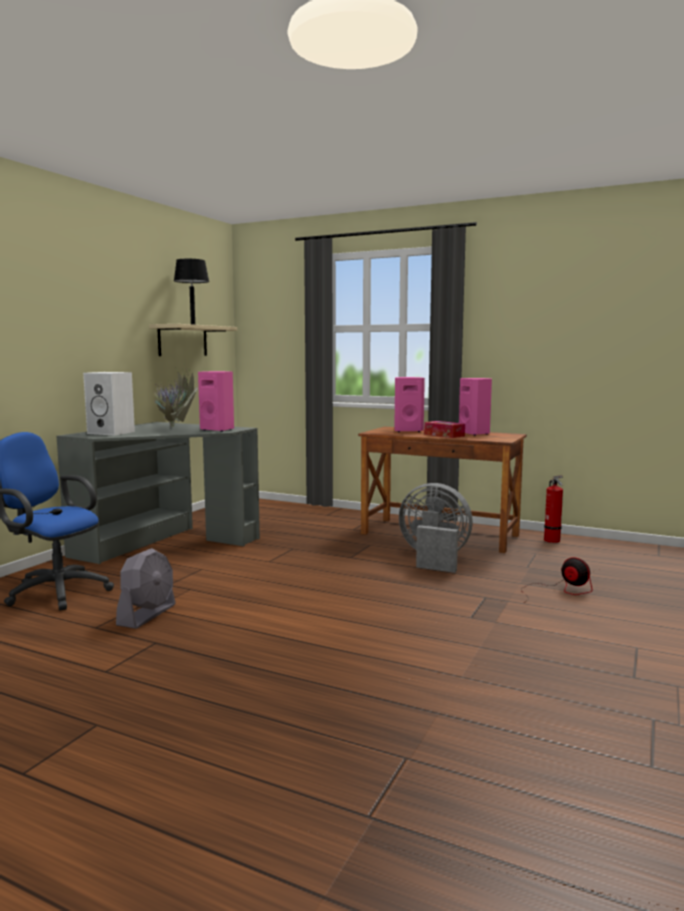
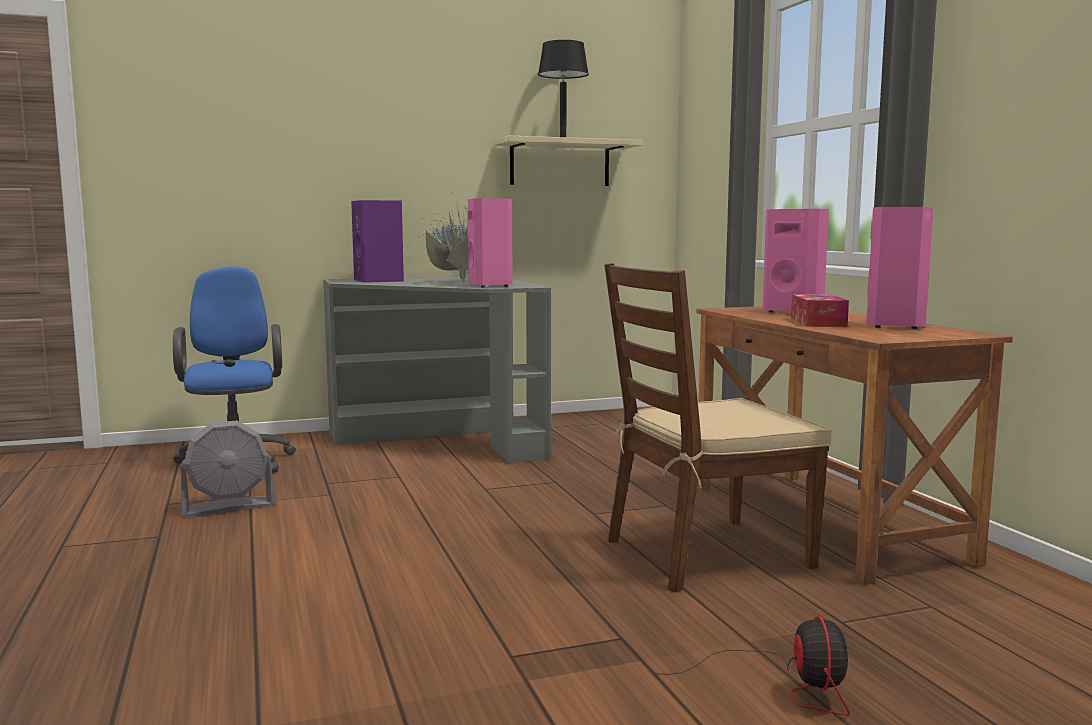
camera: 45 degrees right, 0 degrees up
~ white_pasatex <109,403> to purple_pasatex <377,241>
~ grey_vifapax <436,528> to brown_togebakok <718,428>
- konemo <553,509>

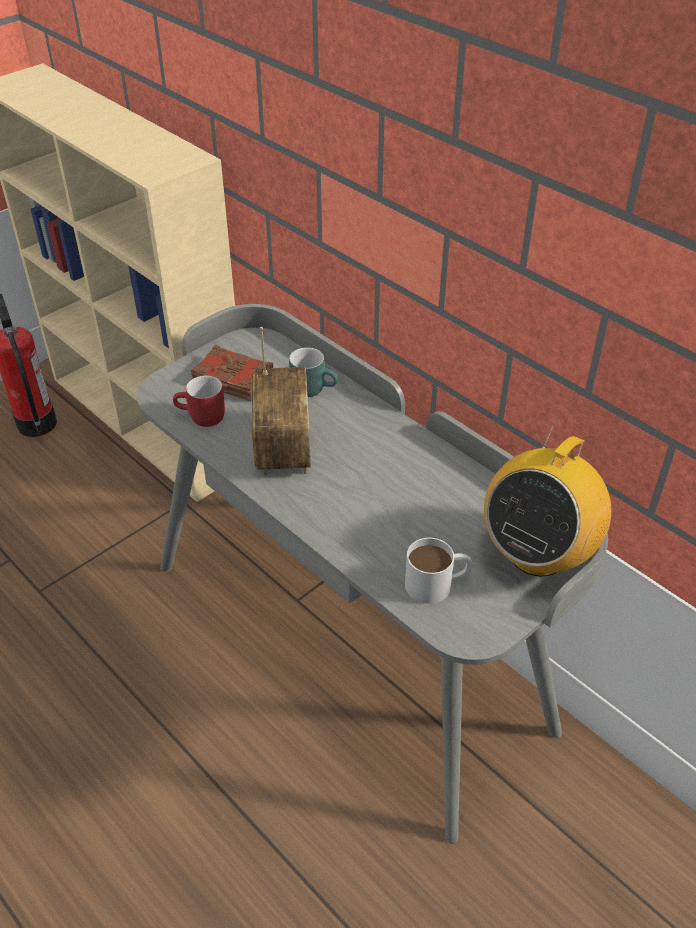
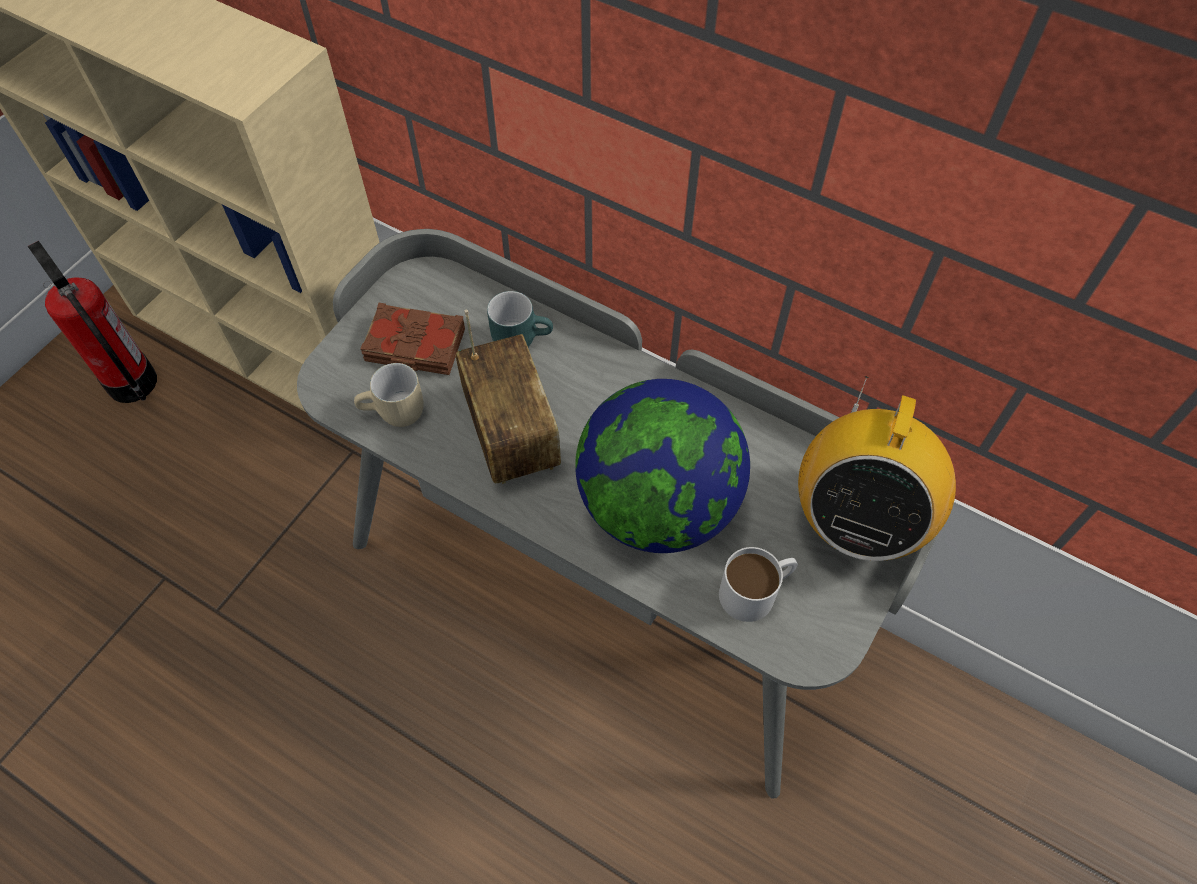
camera: 15 degrees left, 15 degrees up
~ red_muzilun <199,401> to beige_muzilun <388,395>
+ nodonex <662,466>

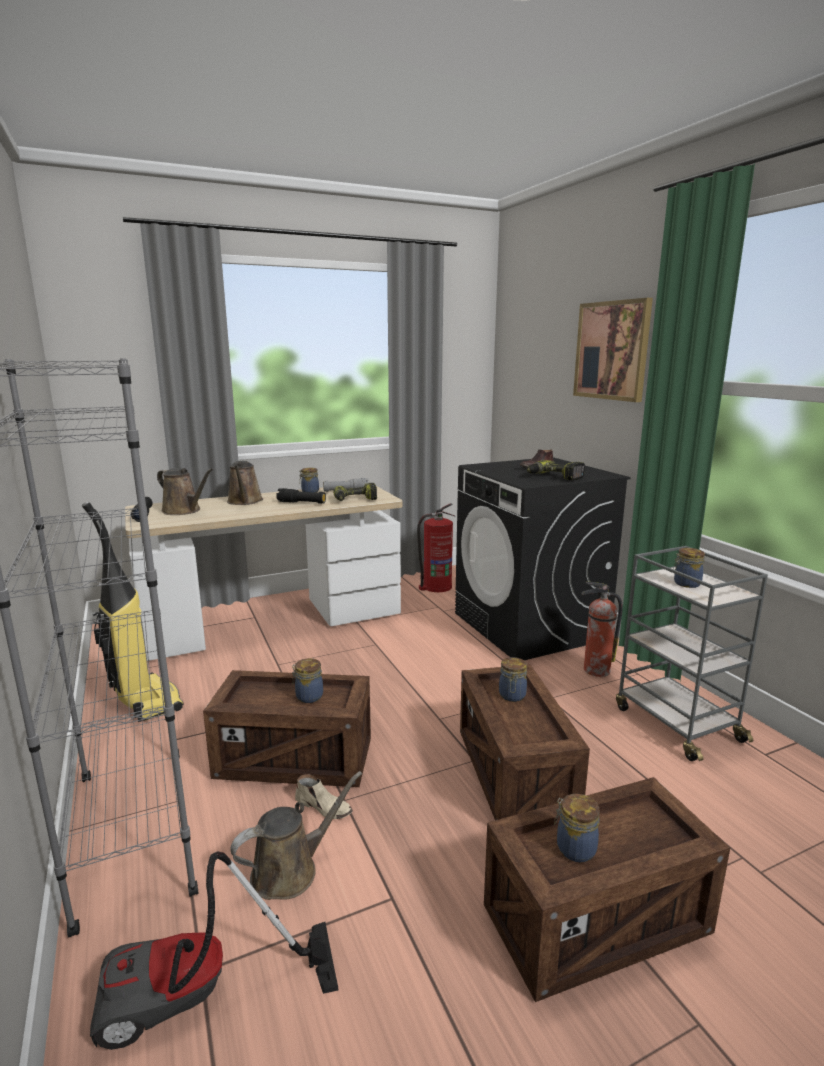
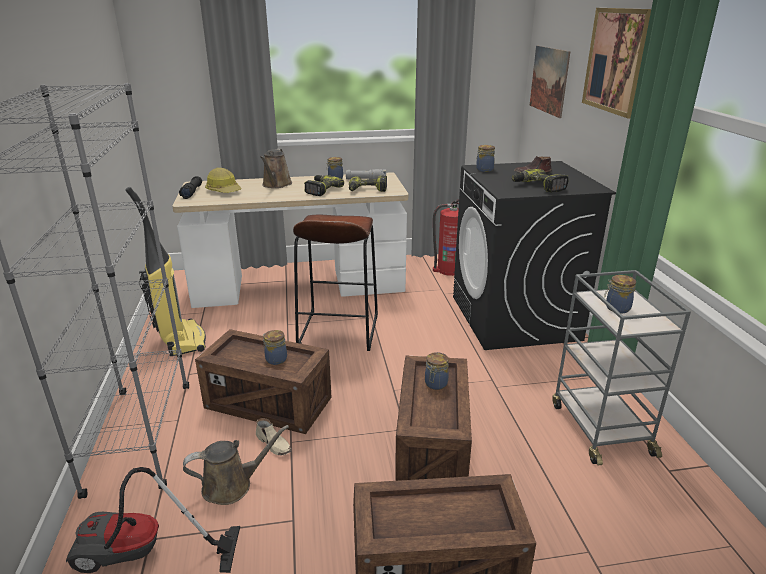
camera: 15 degrees right, 10 degrees up
~ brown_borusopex <185,491> to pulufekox <223,180>
+ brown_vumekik <335,282>
~ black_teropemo <301,496> to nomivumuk <324,185>
~ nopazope <577,828> to <485,158>
+ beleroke <550,82>
- konemo <602,629>

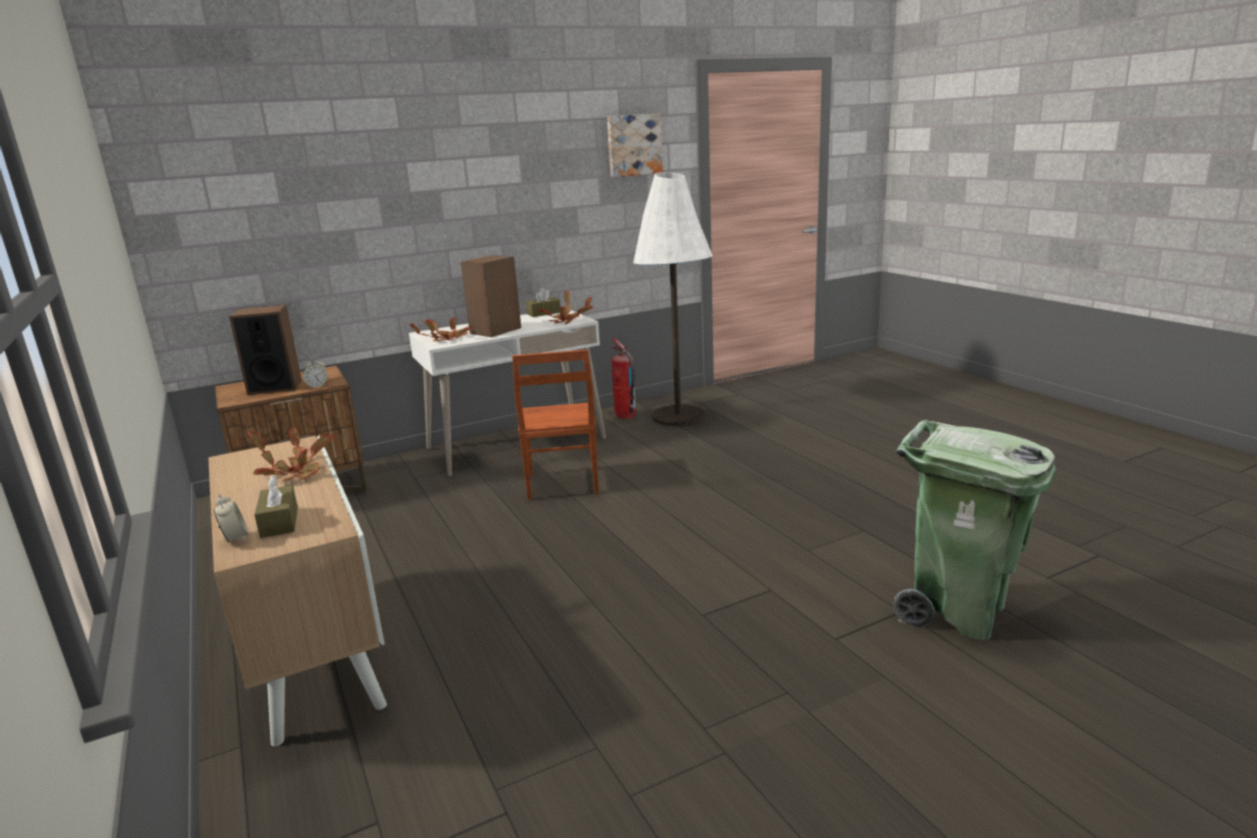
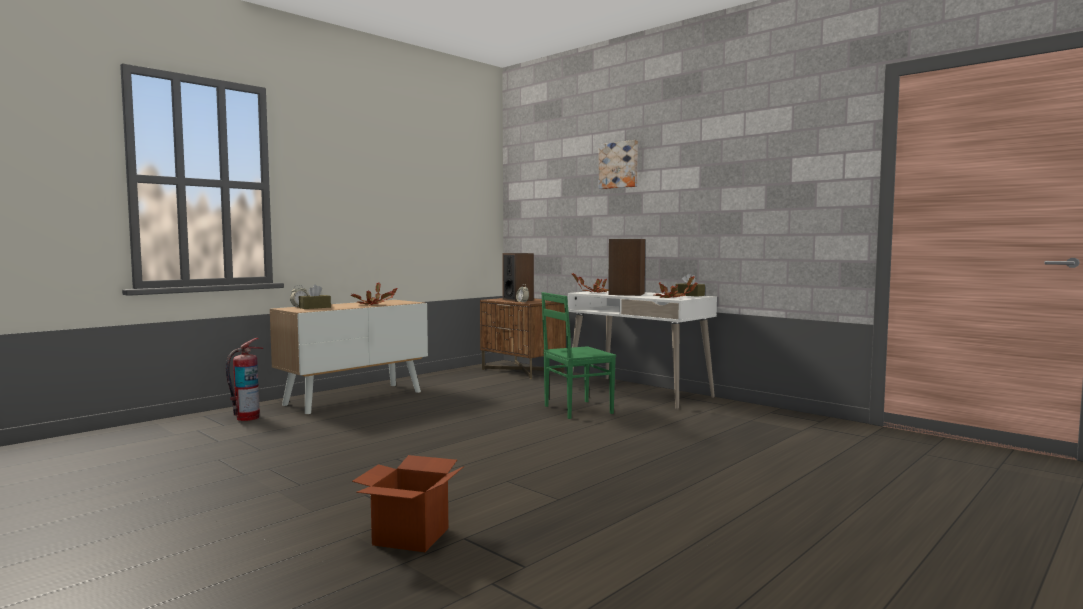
camera: 70 degrees right, 15 degrees down
~ konemo <623,378> to <244,379>
~ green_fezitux <974,530> to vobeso <408,503>
~ brown_togebakok <555,424> to green_togebakok <579,355>
~ beleroke <635,145> to <618,164>
- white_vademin <673,299>

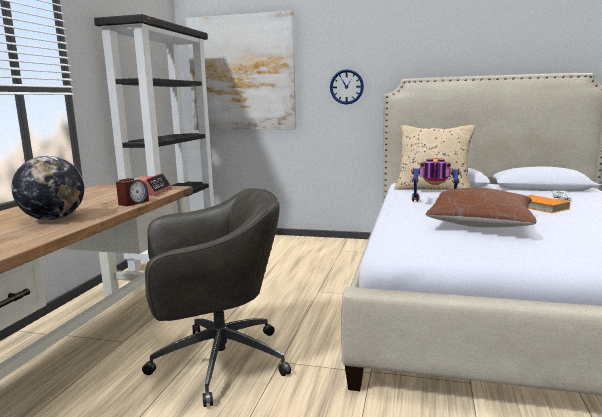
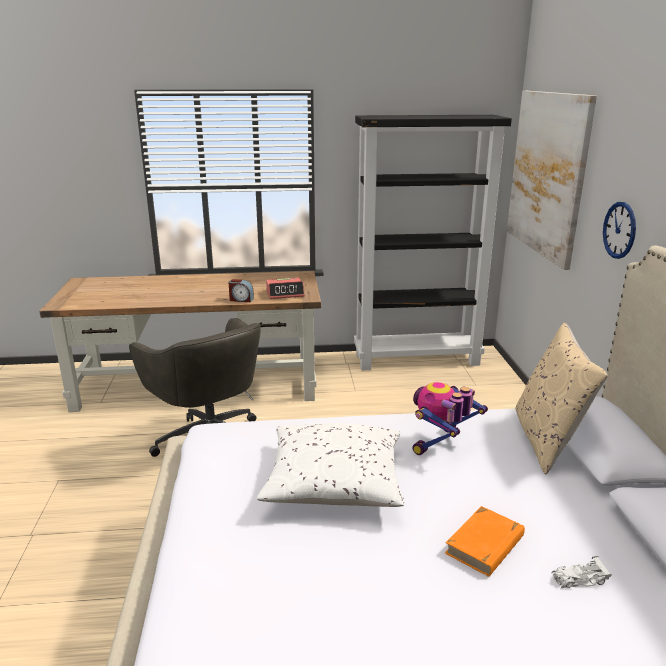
camera: 70 degrees right, 10 degrees up
~ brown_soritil <481,208> to white_soritil <331,465>
~ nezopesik <436,180> = <450,418> 135 degrees counterclockwise
- nodonex <48,188>

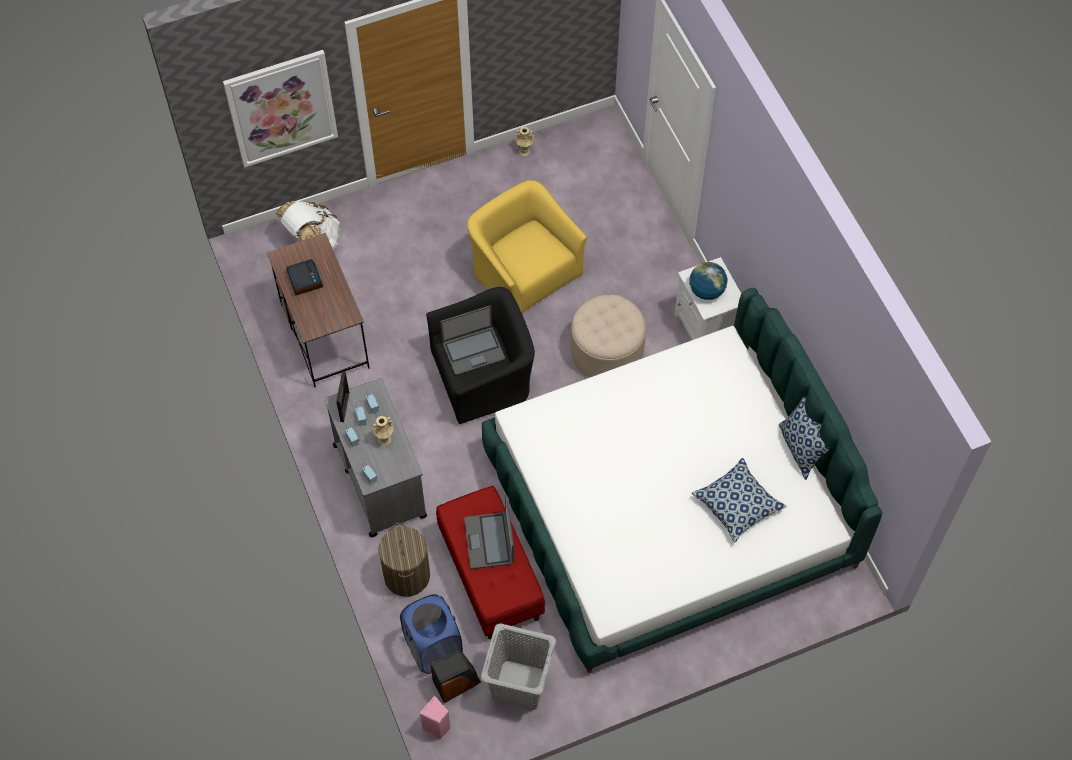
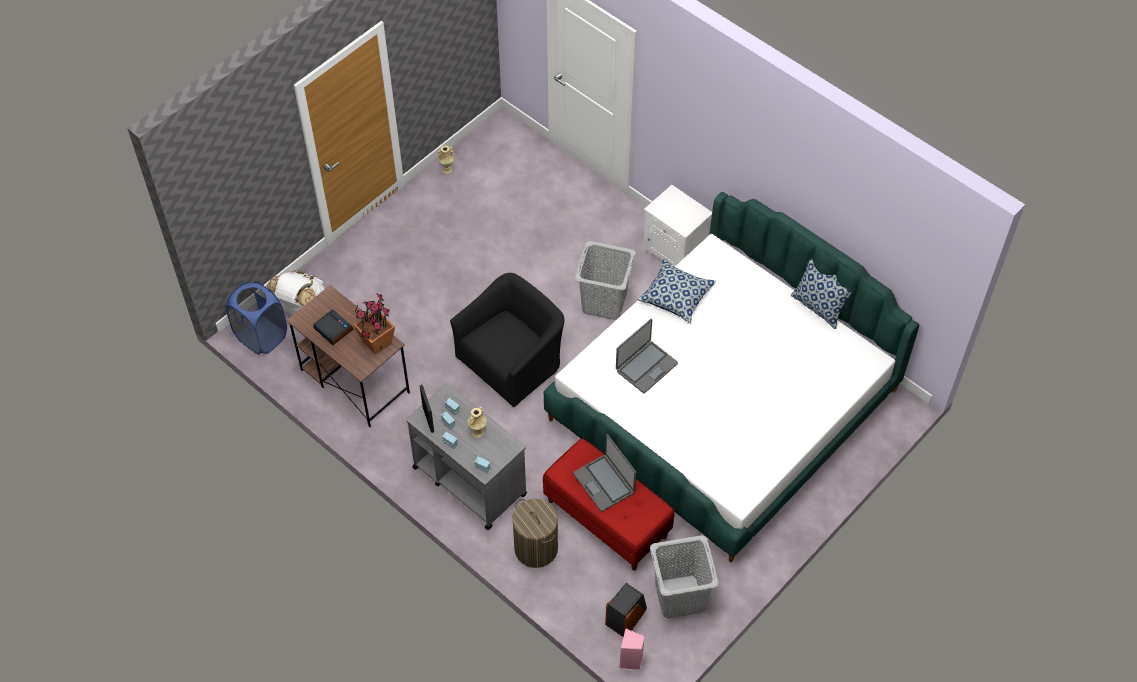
camera: 25 degrees left, 5 degrees down
~ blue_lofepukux <431,634> to <256,318>
+ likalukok <374,324>
~ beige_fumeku <608,336> to grey_lofepukux <605,280>
~ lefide <472,341> to <647,356>
~ soritil <739,500> to <677,291>
- beleroke <280,109>
- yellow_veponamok <527,246>
- nodonex <708,281>

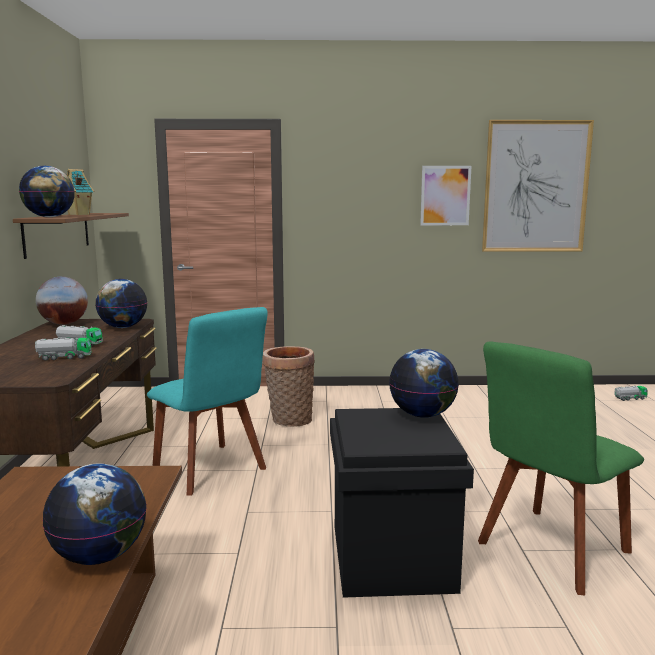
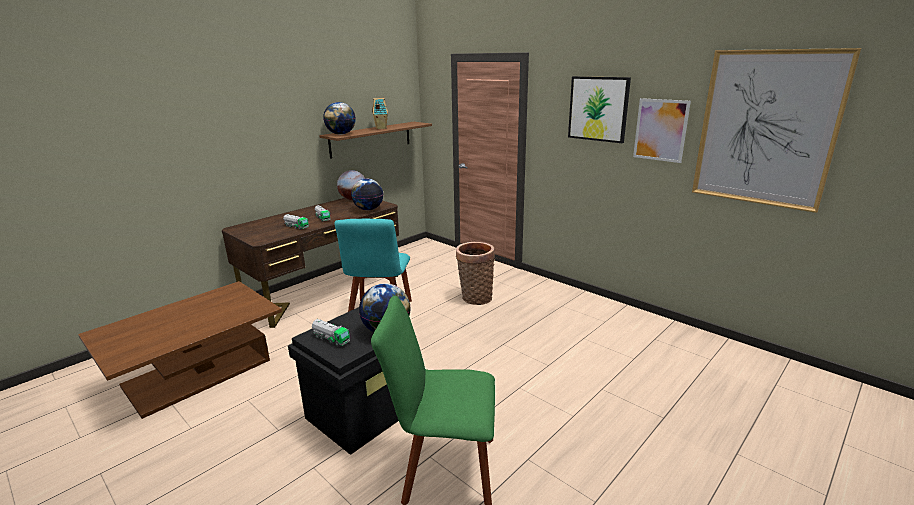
camera: 45 degrees right, 10 degrees up
~ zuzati <631,393> to <331,332>
+ beleroke <599,109>
- nodonex <94,514>

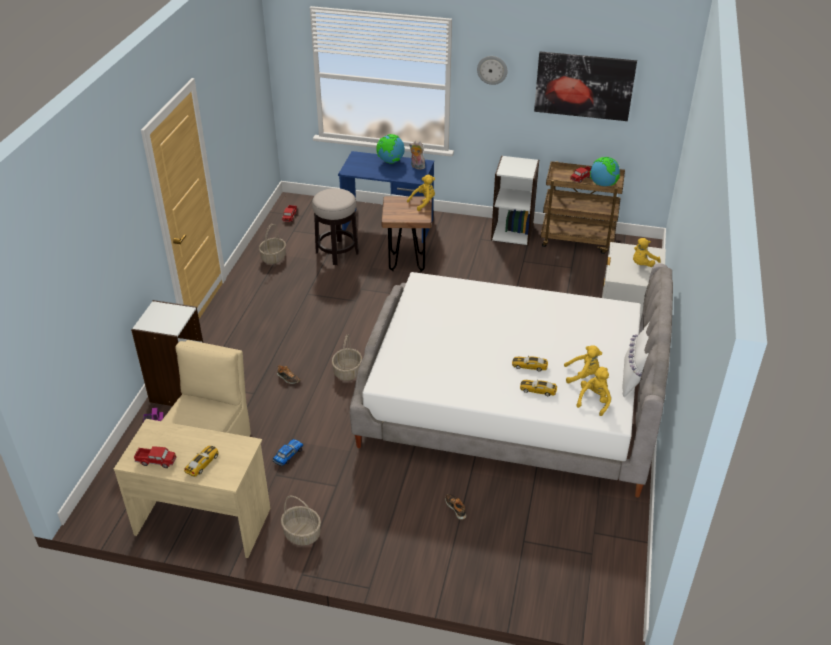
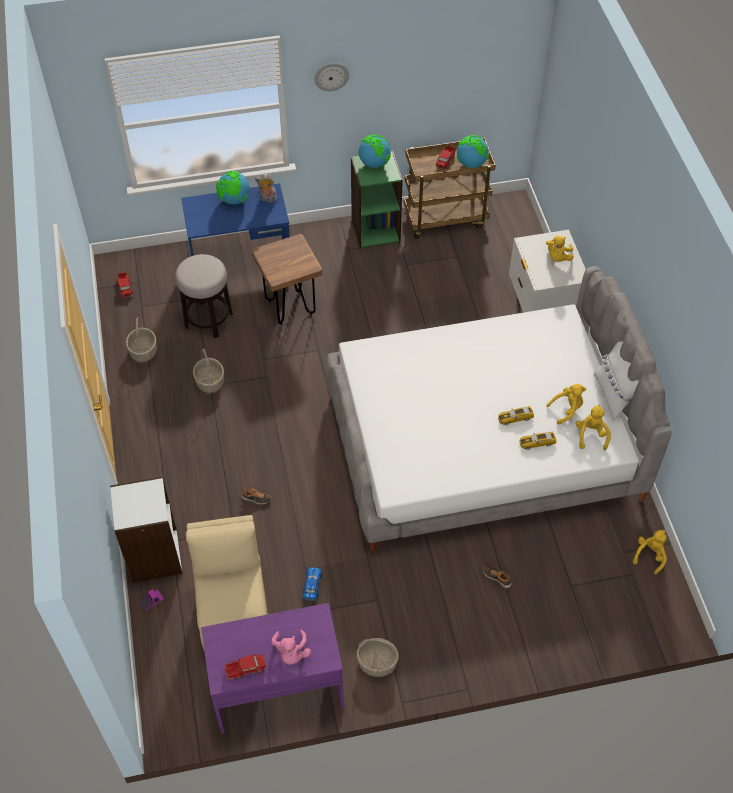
camera: 25 degrees left, 15 degrees up
~ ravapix <347,358> to <208,370>
~ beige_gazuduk <192,488> to purple_gazuduk <272,668>
~ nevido <201,461> to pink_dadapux <291,647>
~ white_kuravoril <515,200> to green_kuravoril <377,199>
+ nodonex <374,151>
~ yellow_dadapux <421,193> to <650,552>
- beleroke <585,86>

